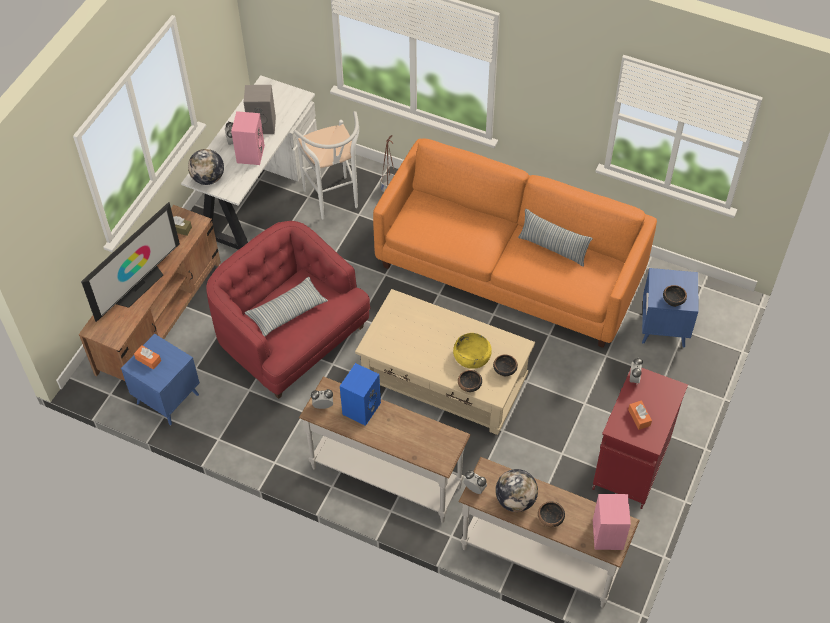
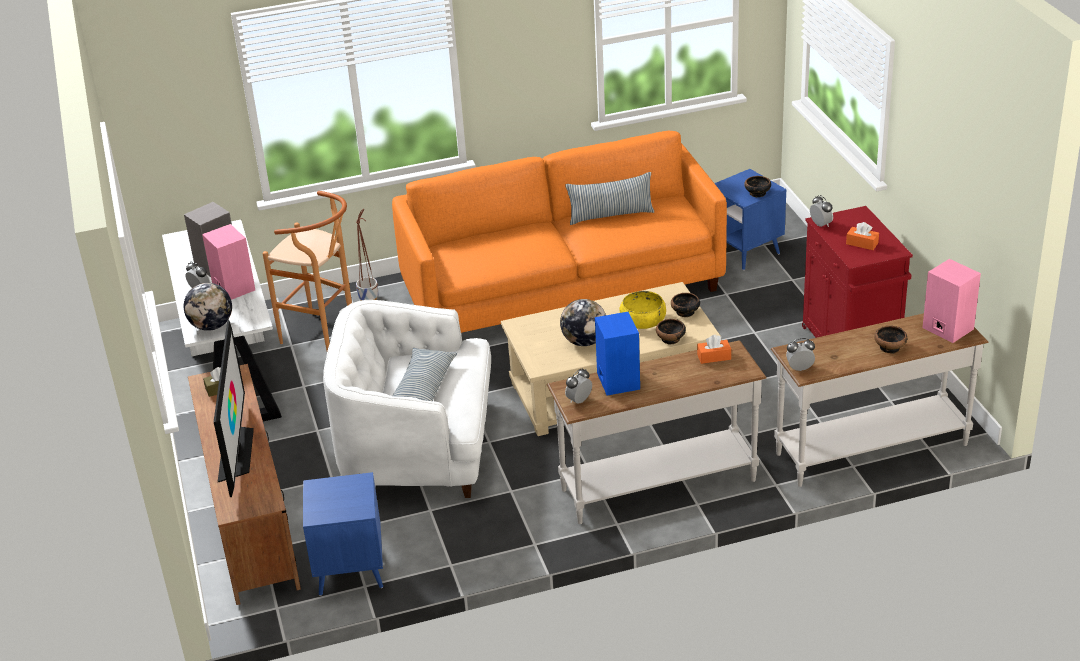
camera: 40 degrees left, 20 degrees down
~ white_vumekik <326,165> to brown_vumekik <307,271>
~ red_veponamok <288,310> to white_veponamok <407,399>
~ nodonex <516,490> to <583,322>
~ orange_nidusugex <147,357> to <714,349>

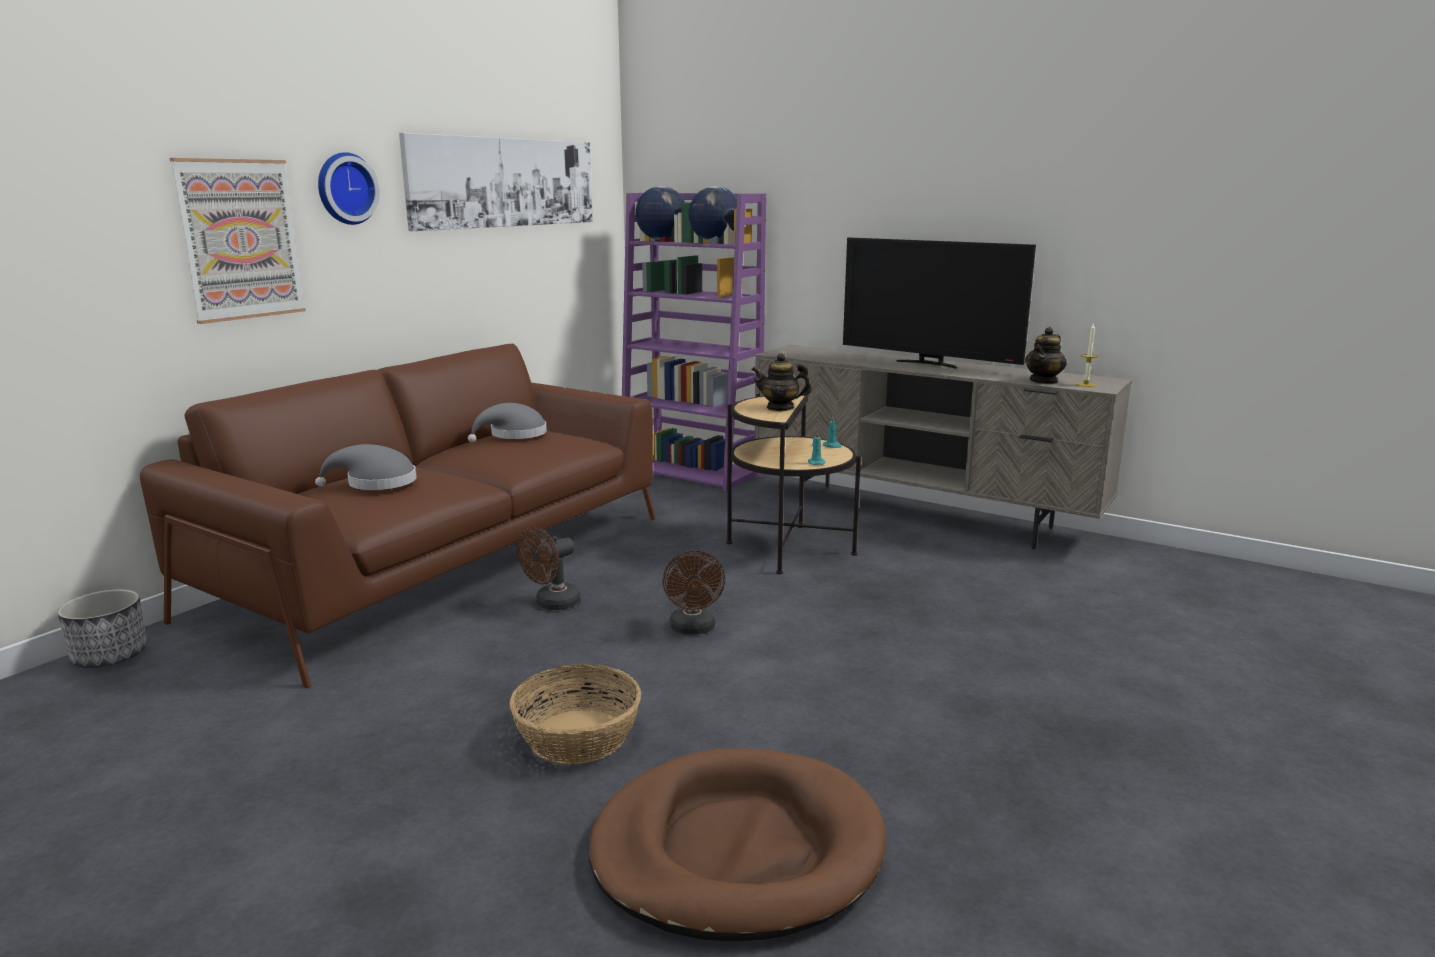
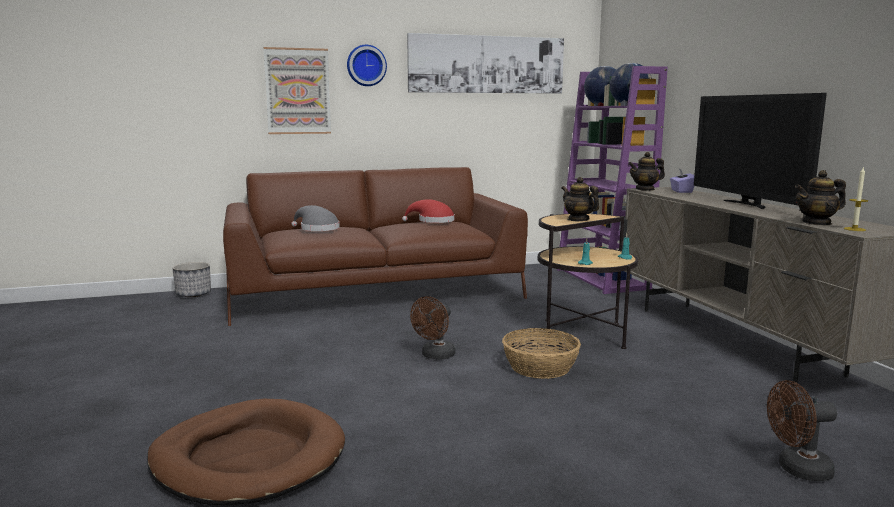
camera: 40 degrees right, 5 degrees down
~ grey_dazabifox <507,422> to red_dazabifox <428,211>
~ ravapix <575,714> to <541,353>
+ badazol <646,171>
+ purple_nidusugex <682,181>
~ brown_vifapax <549,568> to <802,430>

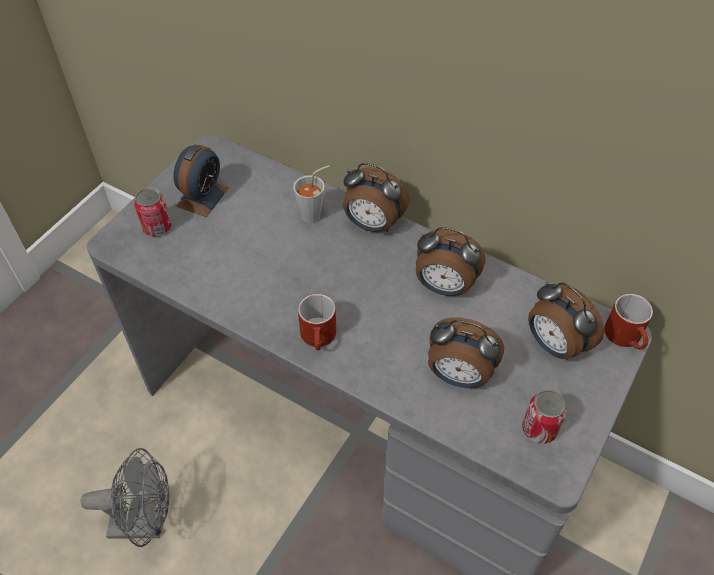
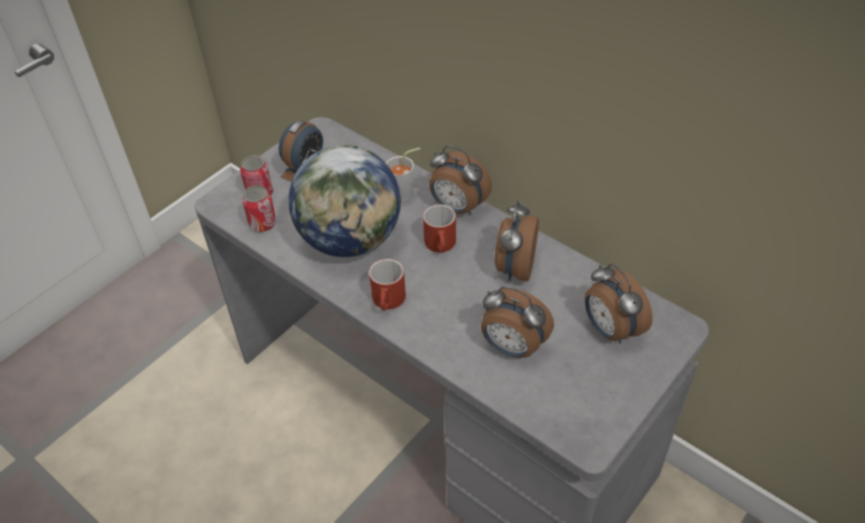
camera: 10 degrees right, 5 degrees down
~ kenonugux <544,417> to <259,208>
+ nodonex <344,201>
~ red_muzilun <628,322> to <439,228>
~ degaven <450,261> = <517,240> 75 degrees clockwise
- grey_vifapax <125,497>

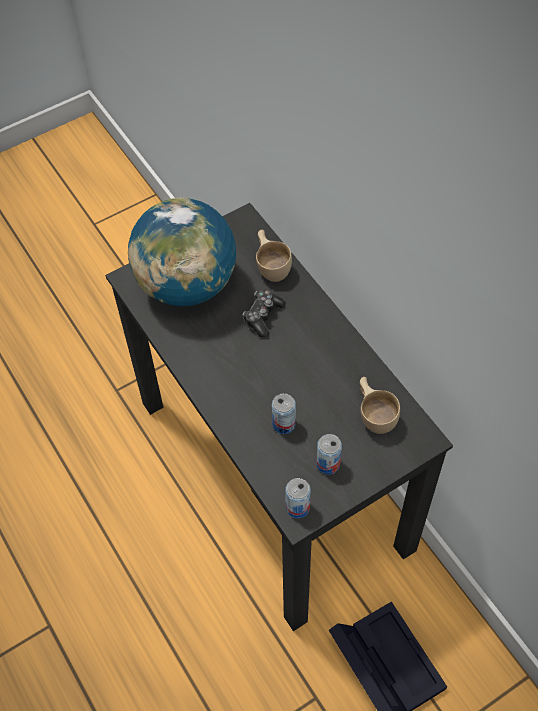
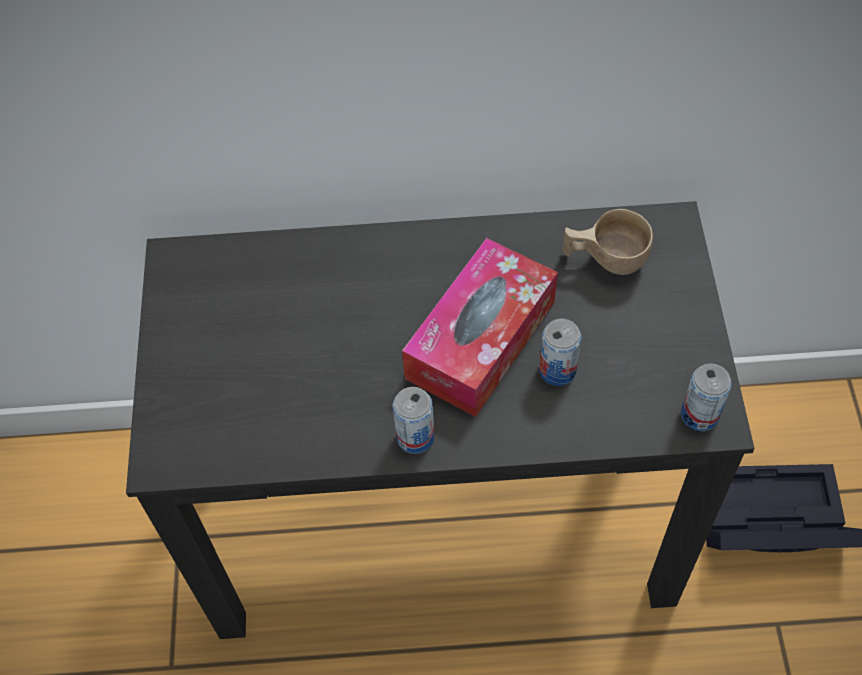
camera: 60 degrees left, 0 degrees up
~ kenonugux <329,454> to <414,420>
+ nidusugex <480,327>
- nodonex <182,252>
- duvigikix <264,313>
- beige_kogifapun <274,256>

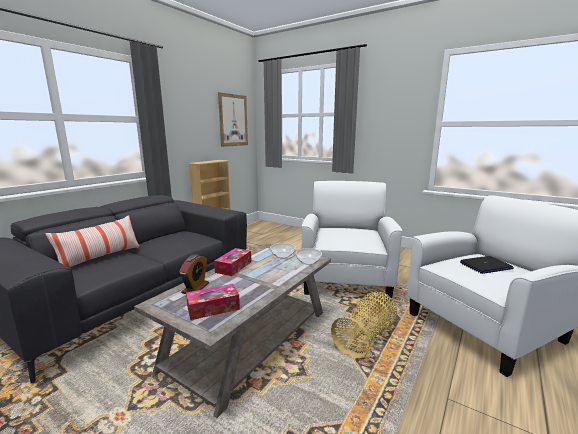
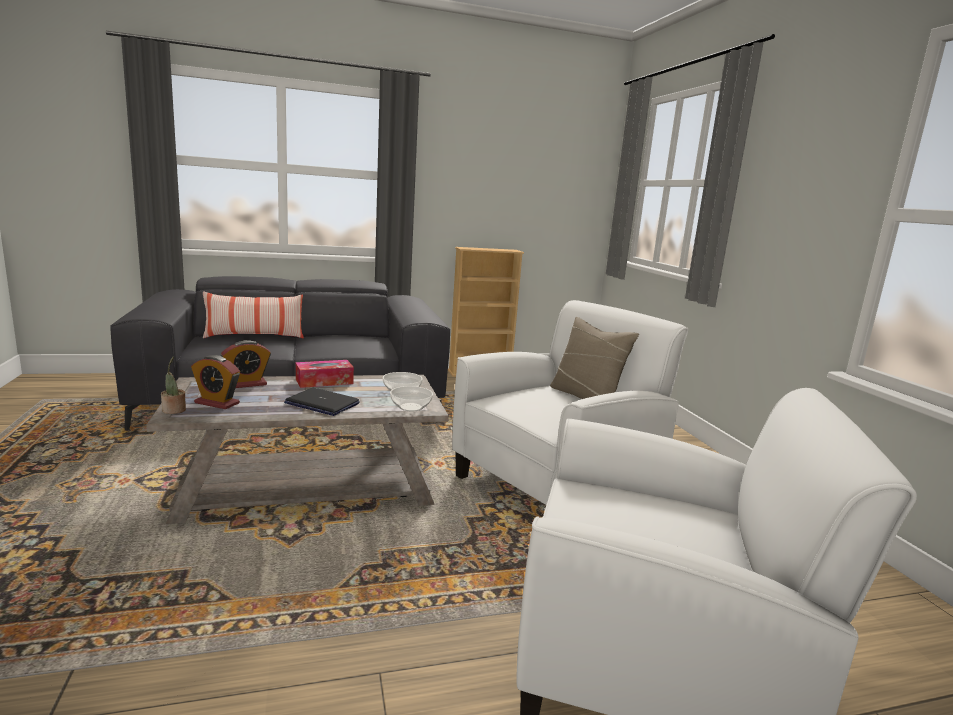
camera: 40 degrees right, 0 degrees up
+ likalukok <173,385>
~ nidusugex <213,302> to degaven <215,382>
~ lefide <487,265> to <322,402>
+ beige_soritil <594,358>
- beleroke <233,119>
- ravapix <364,325>

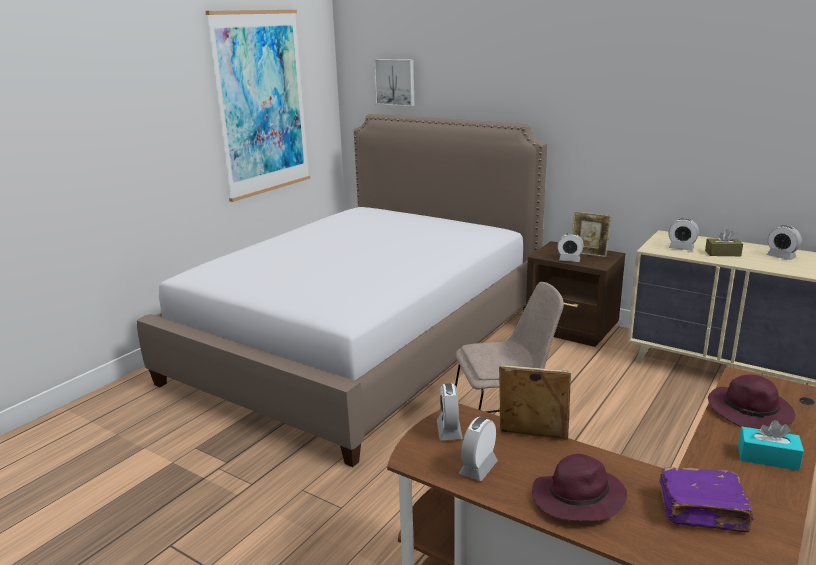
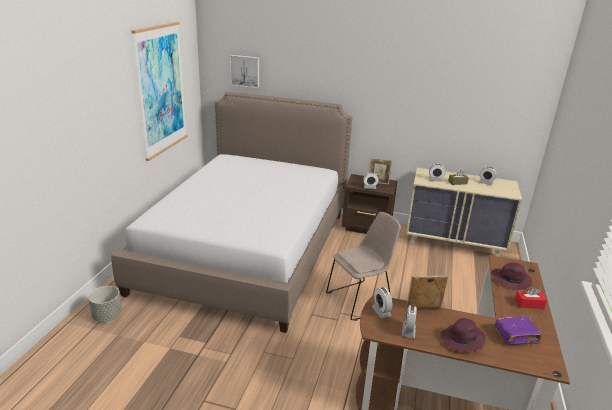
camera: 20 degrees left, 5 degrees up
+ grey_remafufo <105,304>
~ turquoise_nidusugex <771,445> to red_nidusugex <531,298>

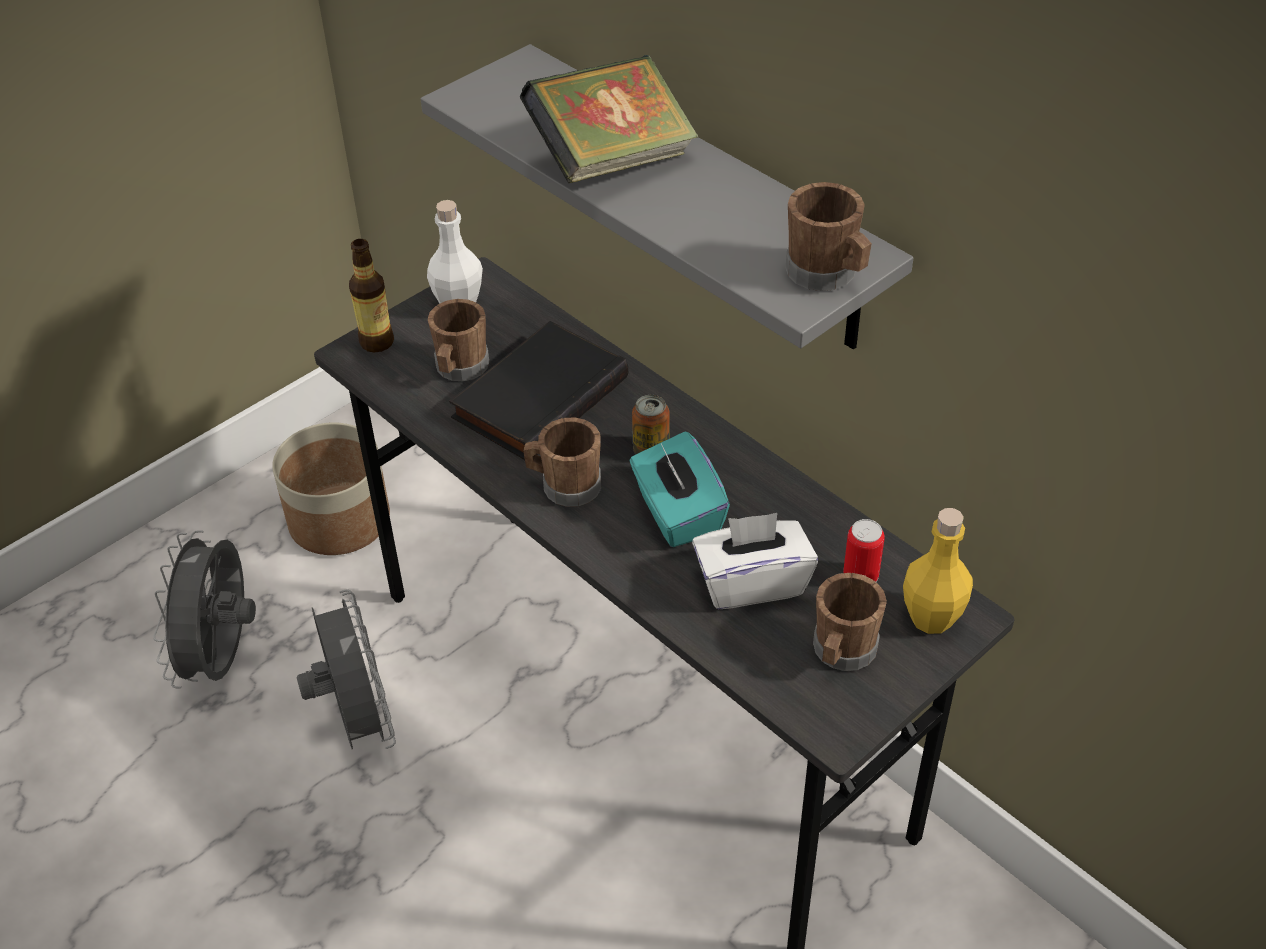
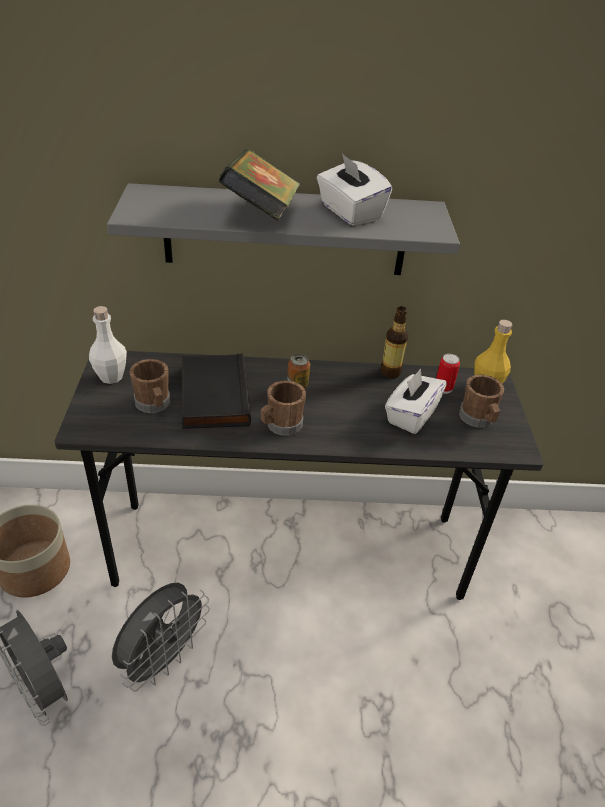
camera: 50 degrees left, 5 degrees down
~ grey_vifapax <346,669> = <161,637> 105 degrees clockwise
+ white_nidusugex <354,189>
~ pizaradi <371,296> to <394,342>
- turquoise_nidusugex <680,489>
- brown_muzilun <829,236>

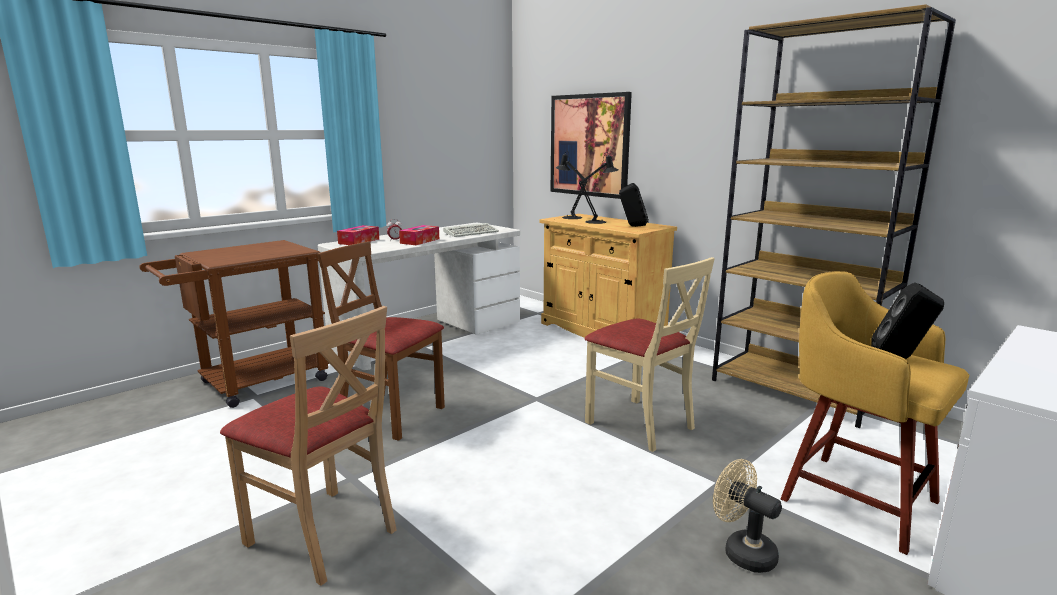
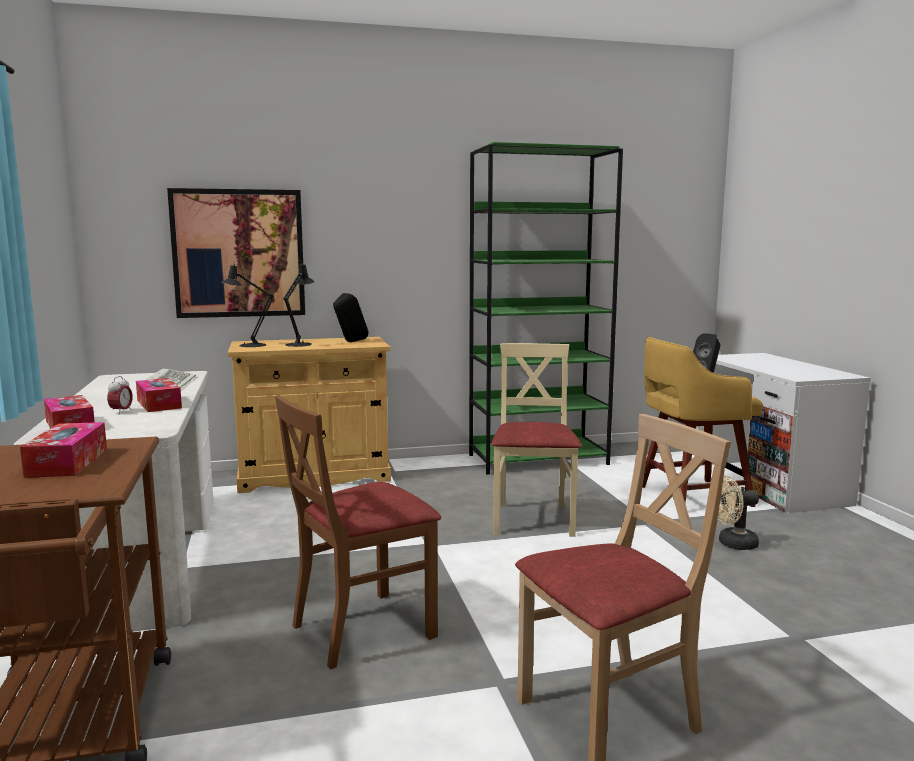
camera: 60 degrees left, 5 degrees down
+ nidusugex <63,450>
~ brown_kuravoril <834,216> to green_kuravoril <546,308>
~ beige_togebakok <650,354> = <536,440> 75 degrees counterclockwise

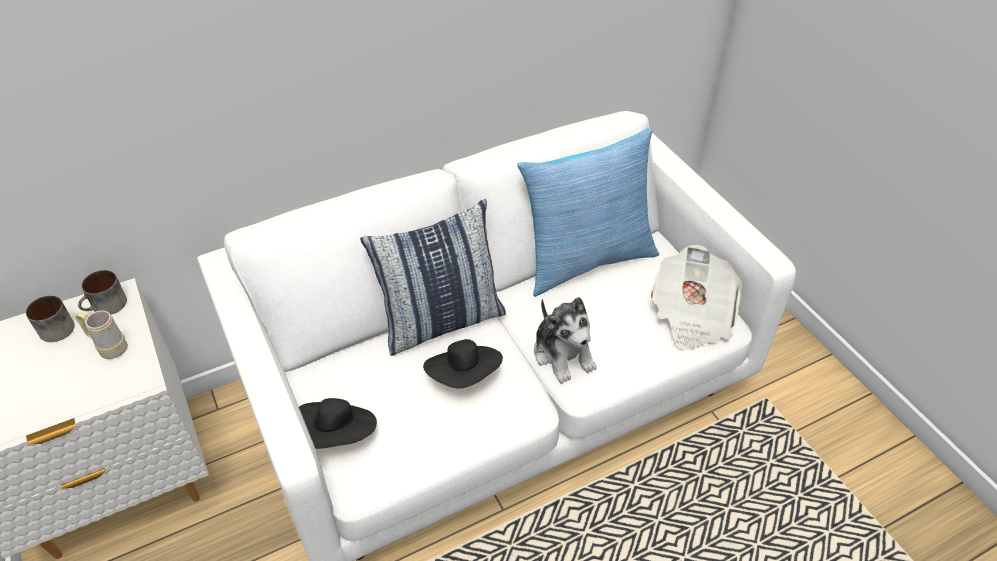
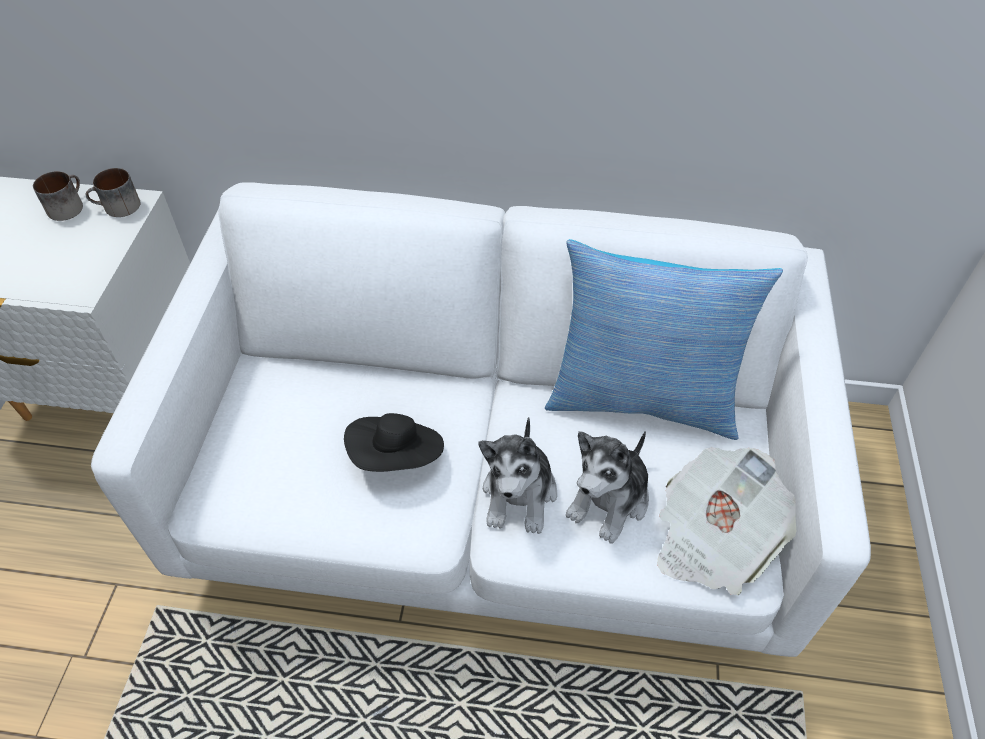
camera: 35 degrees right, 5 degrees up
+ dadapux <607,487>
- beige_muzilun <102,334>
- black_dazabifox <338,423>
- soritil <433,277>

